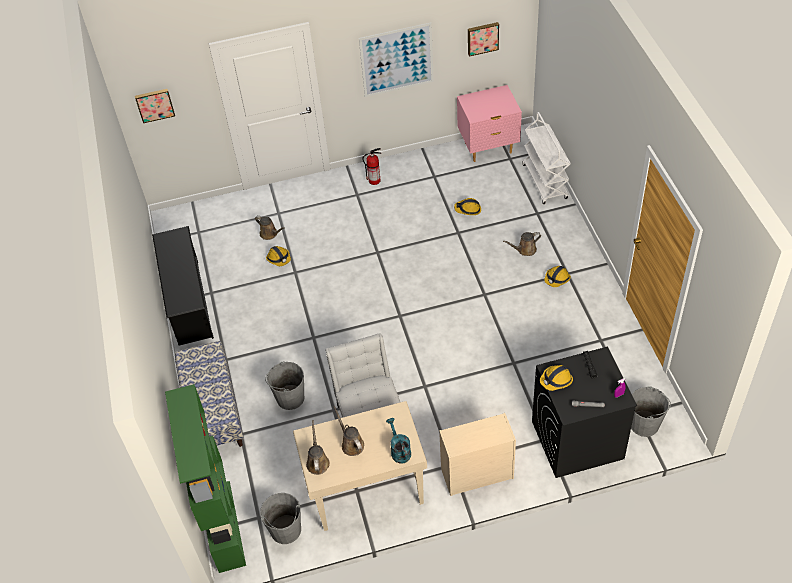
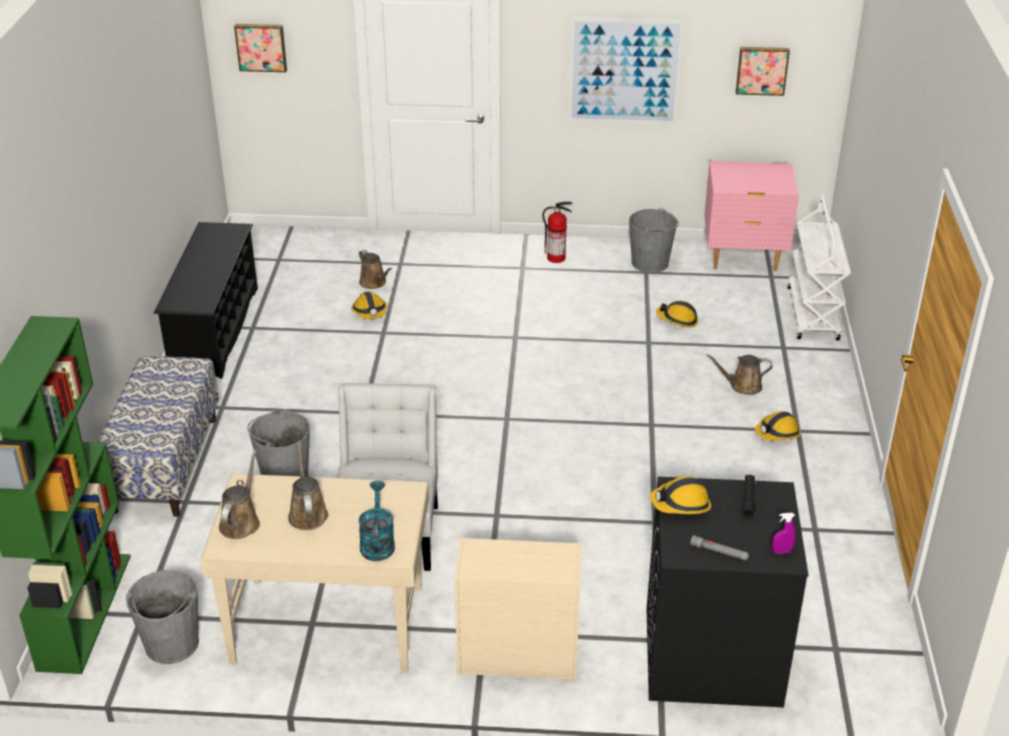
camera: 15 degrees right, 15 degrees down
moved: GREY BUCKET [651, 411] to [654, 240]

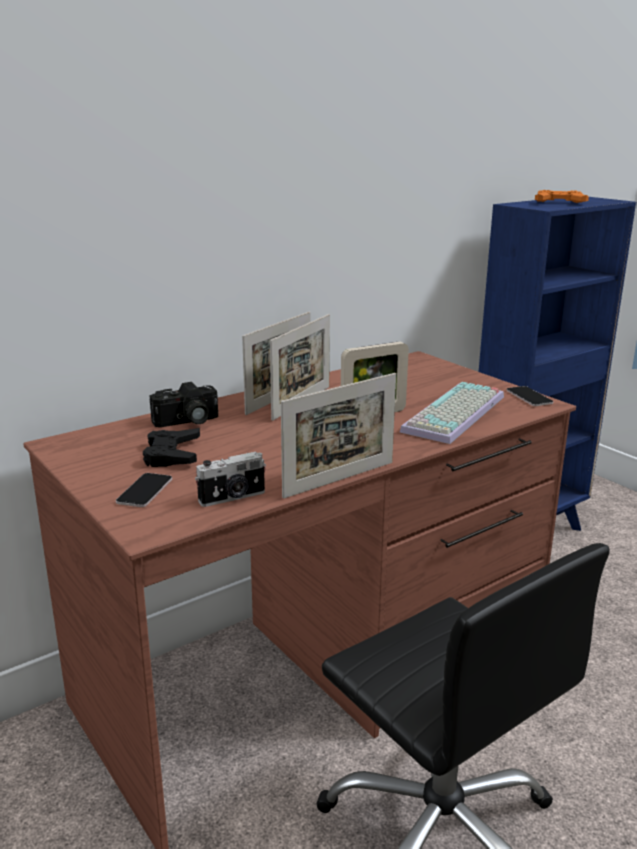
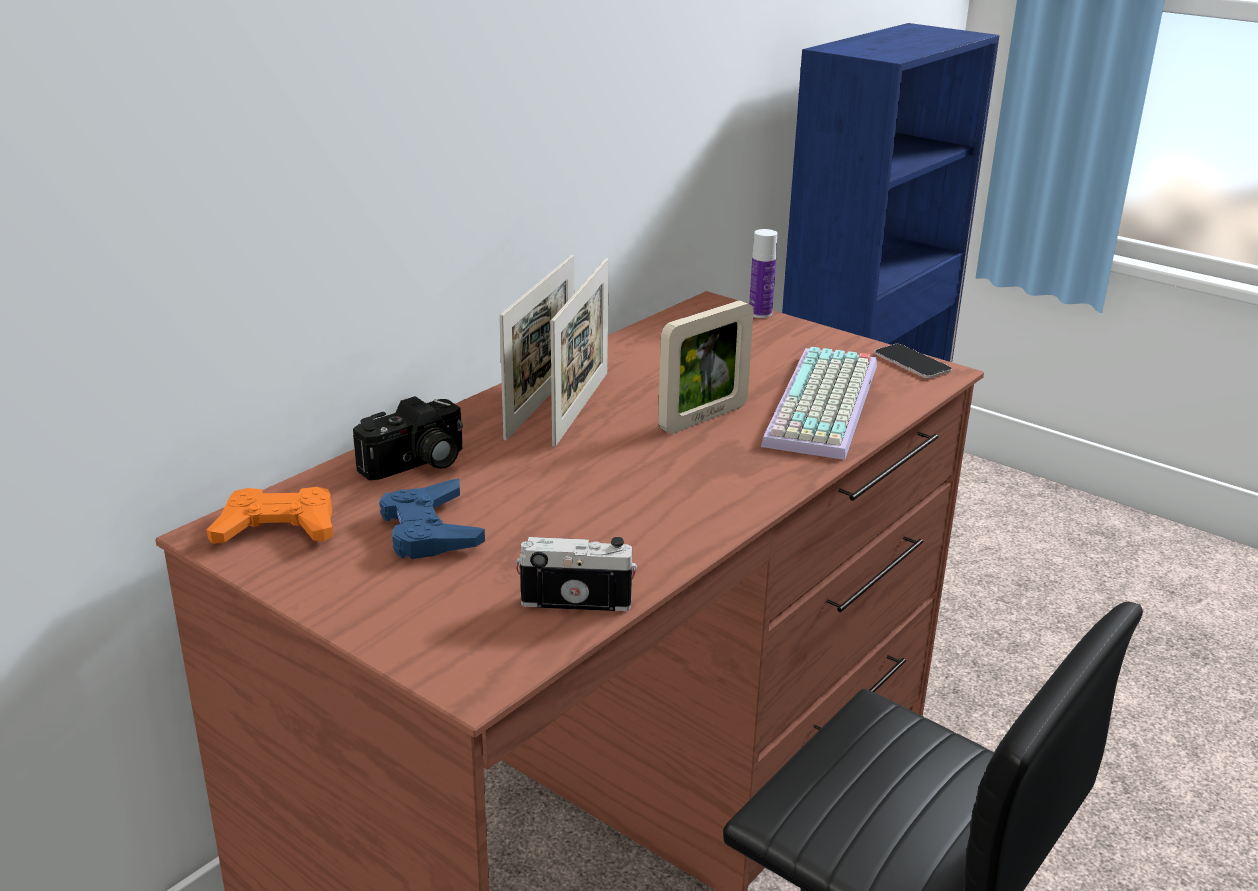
camera: 15 degrees left, 5 degrees up
removed: PICTURE FRAME [338, 436]; PHONE [144, 490]
added: BOTTLE [763, 273]
moved: ORANGE GAME CONTROLLER [562, 196] to [270, 515]
recoloured: BLACK GAME CONTROLLER [171, 447] to BLUE GAME CONTROLLER [432, 519]
turned: PHOTO CAMERA [230, 479] = [576, 574] 135 degrees counterclockwise

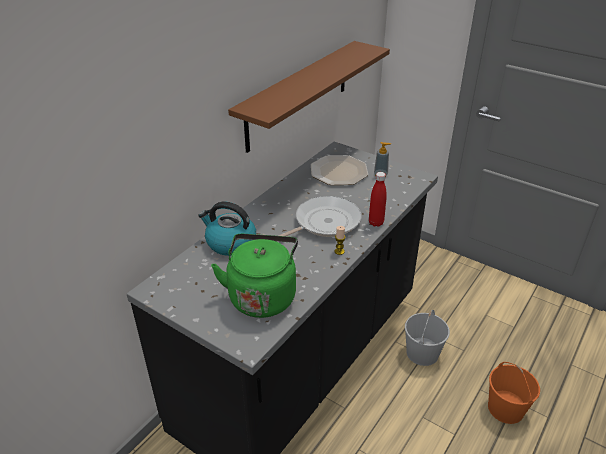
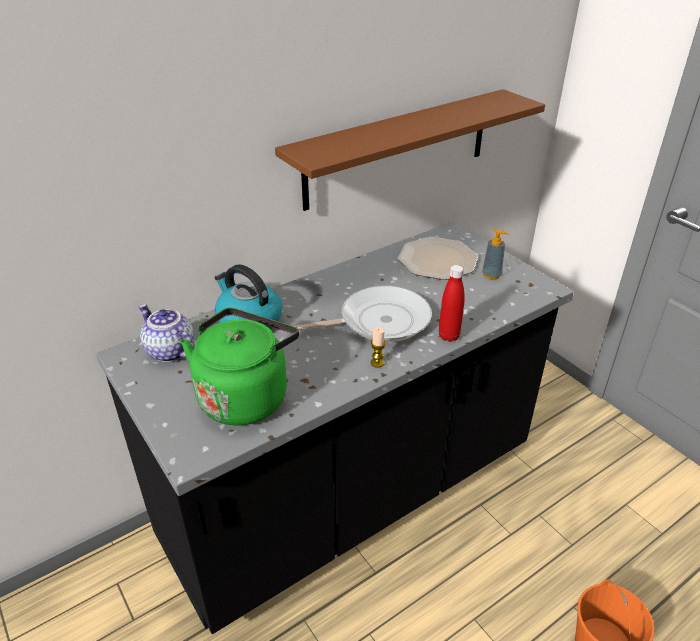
camera: 20 degrees right, 0 degrees up
removed: WHITE BUCKET [427, 338]
added: TEAPOT [166, 333]

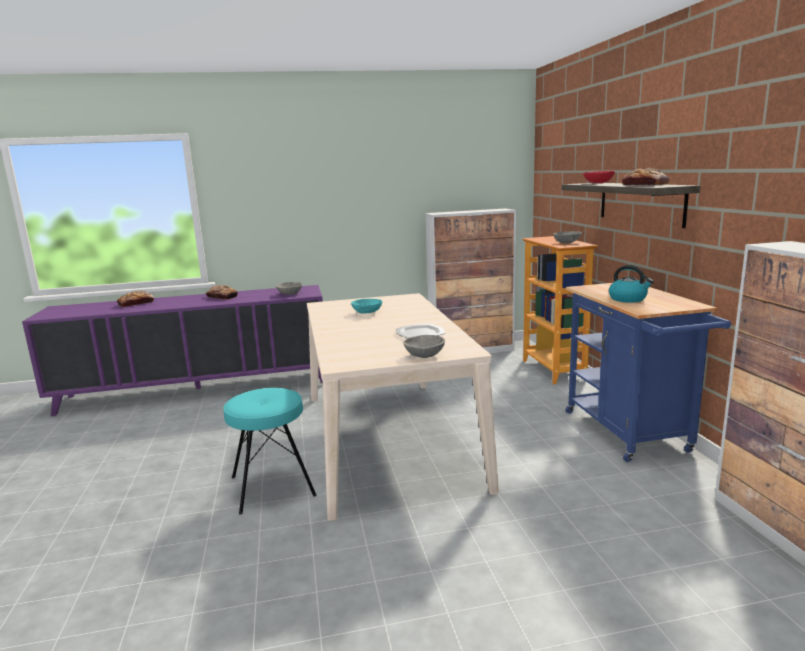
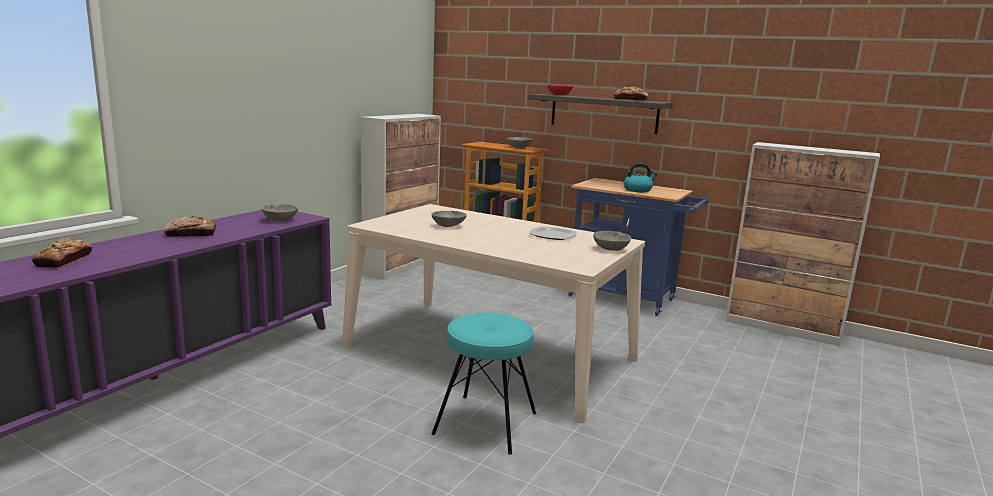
camera: 50 degrees left, 0 degrees up
recoloured: TURQUOISE BOWL [367, 306] to GREY BOWL [449, 219]

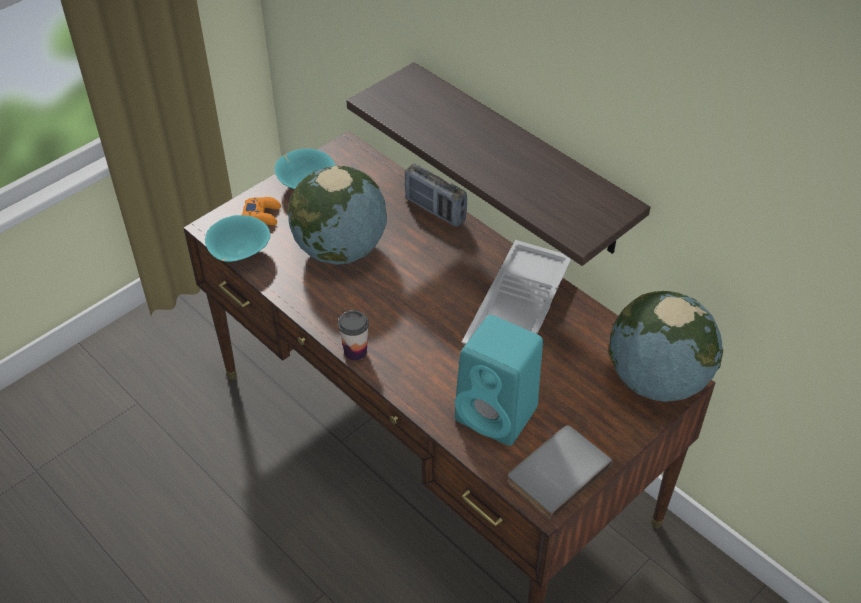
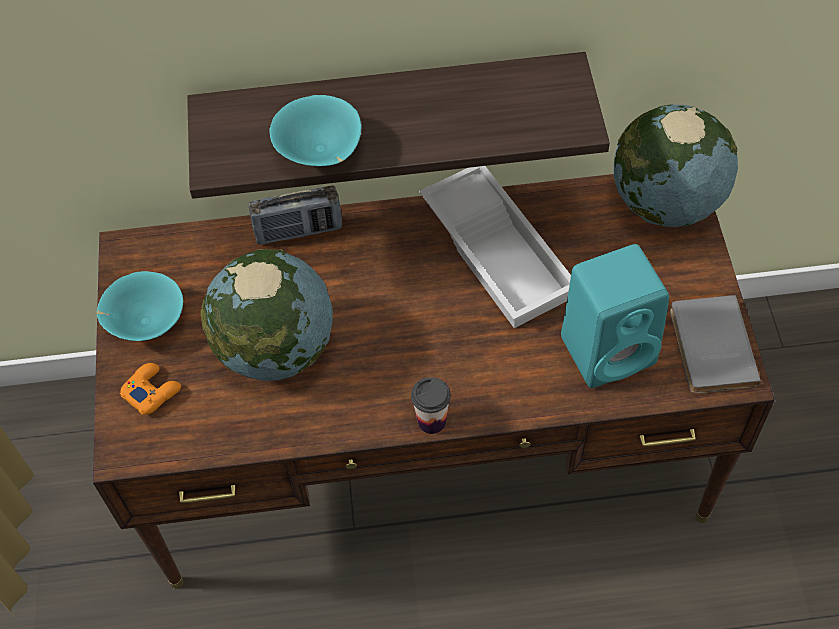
camera: 50 degrees left, 10 degrees up
moved: TURQUOISE BOWL [237, 238] to [315, 130]

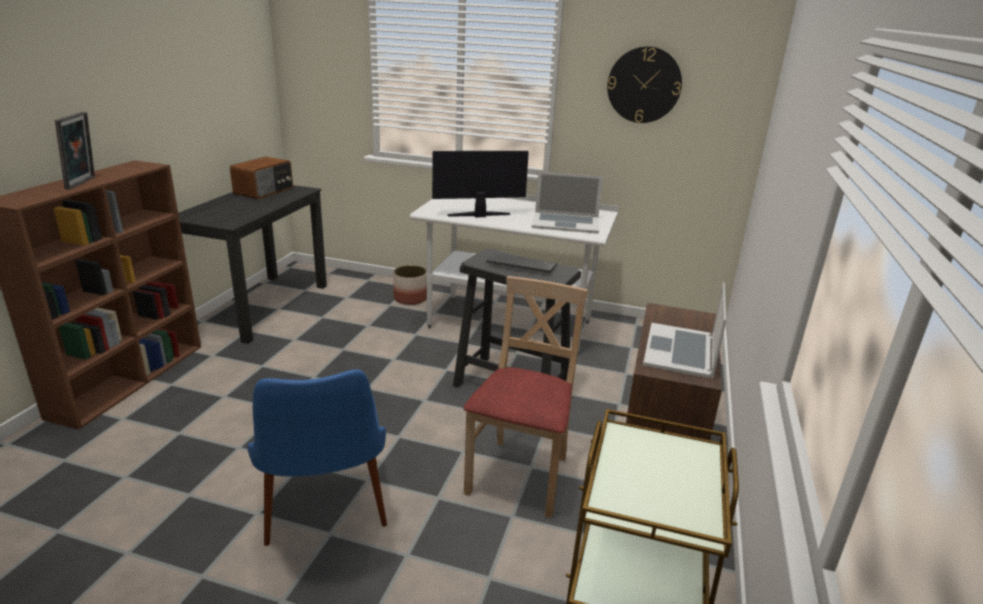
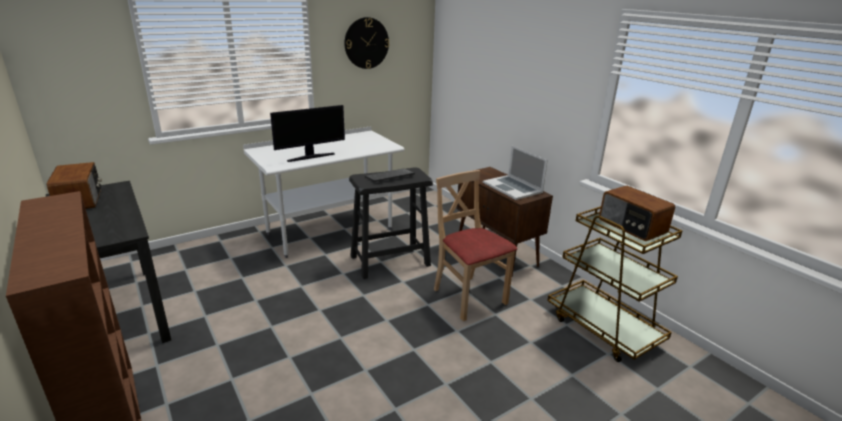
camera: 50 degrees left, 0 degrees up
removed: PICTURE FRAME [75, 151]; LAPTOP [567, 203]; PLANTER [410, 285]; BLUE CHAIR [317, 457]
added: RADIO [637, 213]
turned: MONITOR [480, 184] = [307, 133] 150 degrees counterclockwise

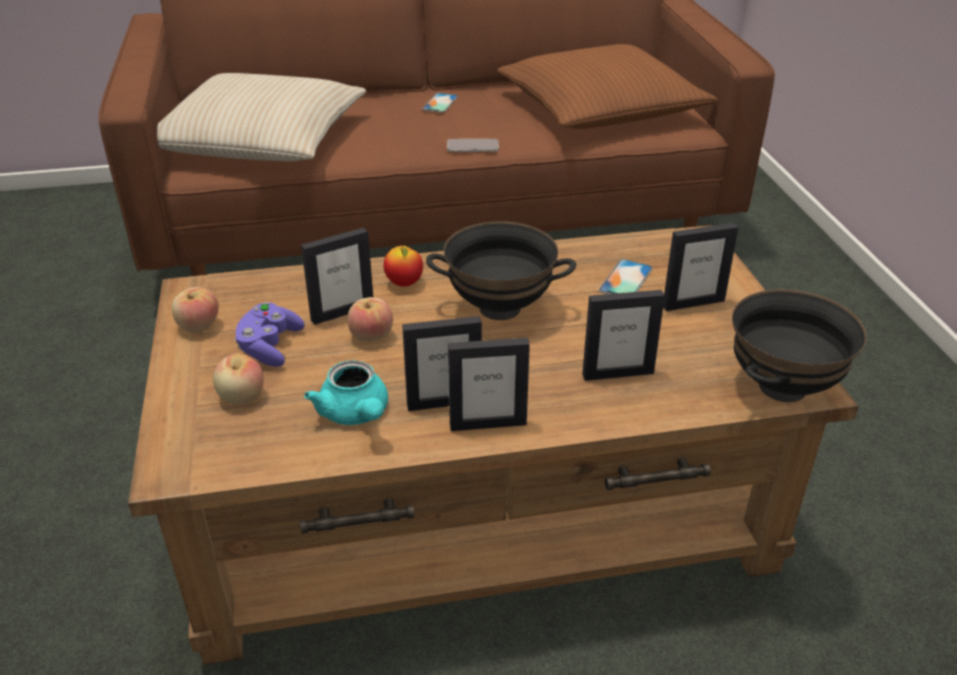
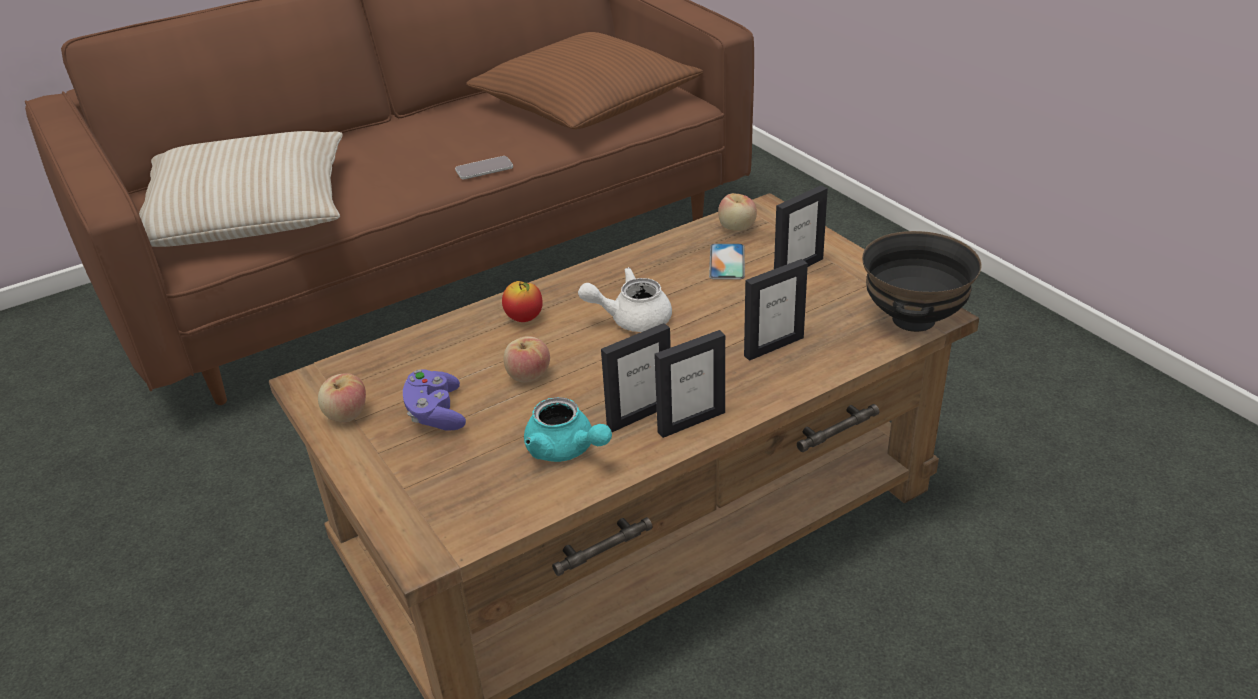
camera: 20 degrees left, 0 degrees up
removed: PHONE [440, 103]; PICTURE FRAME [337, 276]
moved: APPLE [238, 378] to [737, 212]
replaced: BLACK BOWL [501, 270] to WHITE TEAPOT [625, 299]

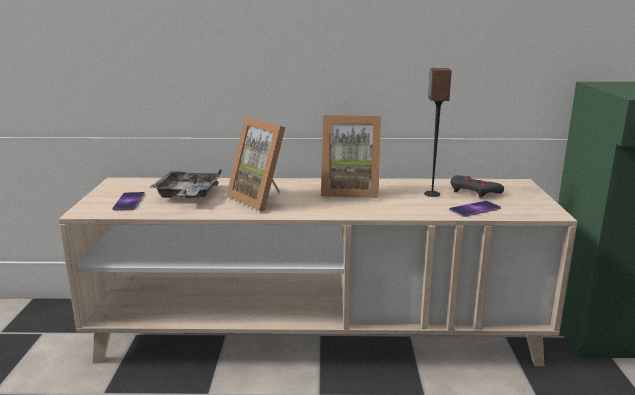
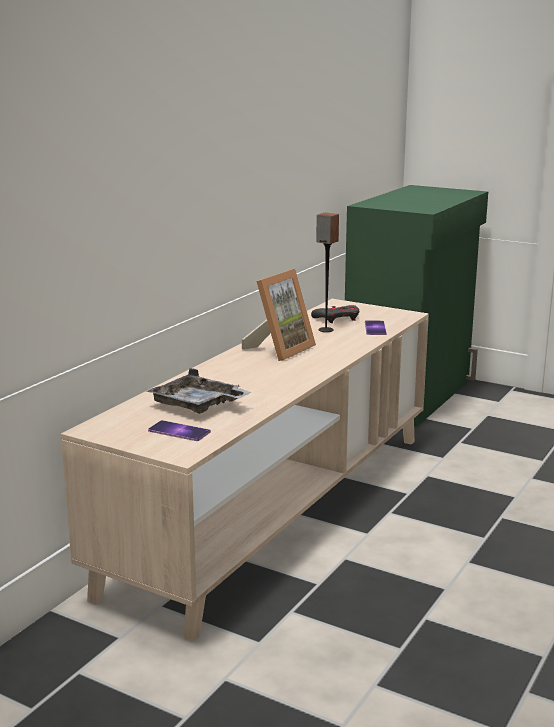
camera: 60 degrees left, 0 degrees up
removed: PICTURE FRAME [255, 164]

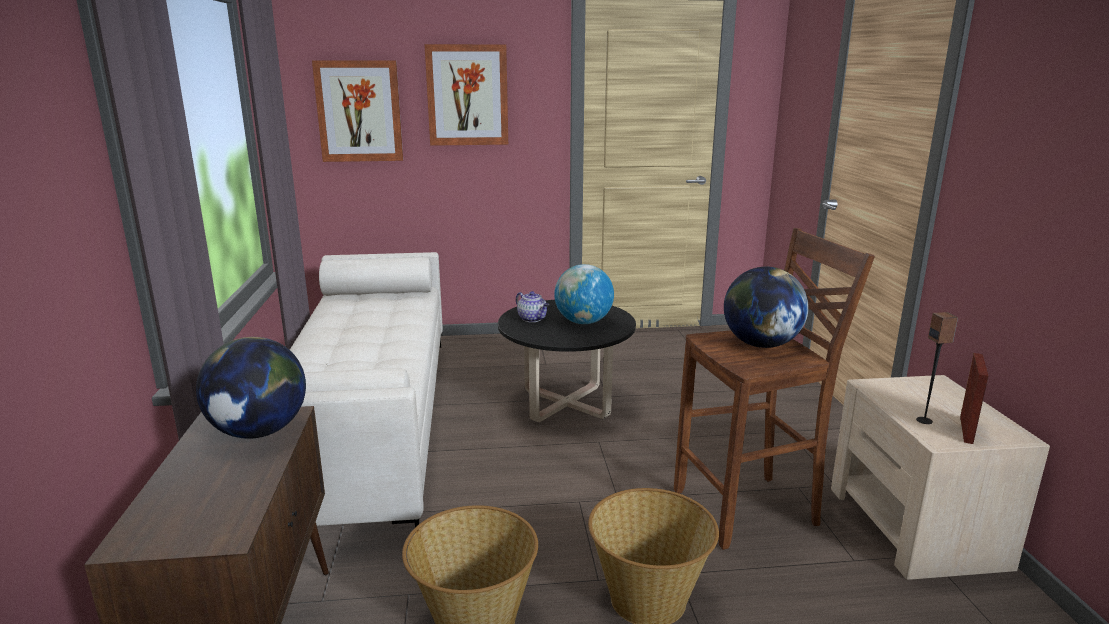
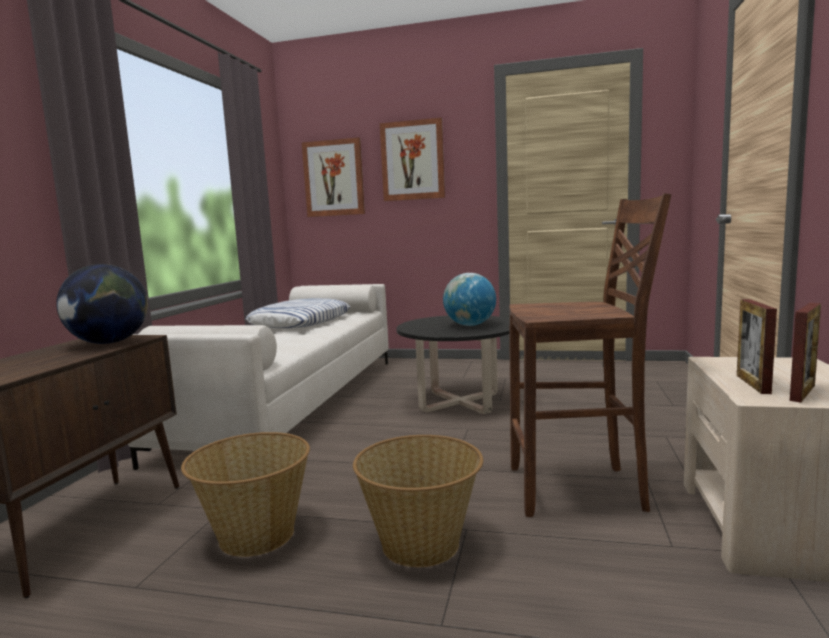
camera: 20 degrees right, 10 degrees down
removed: GLOBE [766, 307]; TEAPOT [532, 306]
added: PILLOW [297, 313]
replaced: SPEAKER [937, 368] to PICTURE FRAME [757, 346]

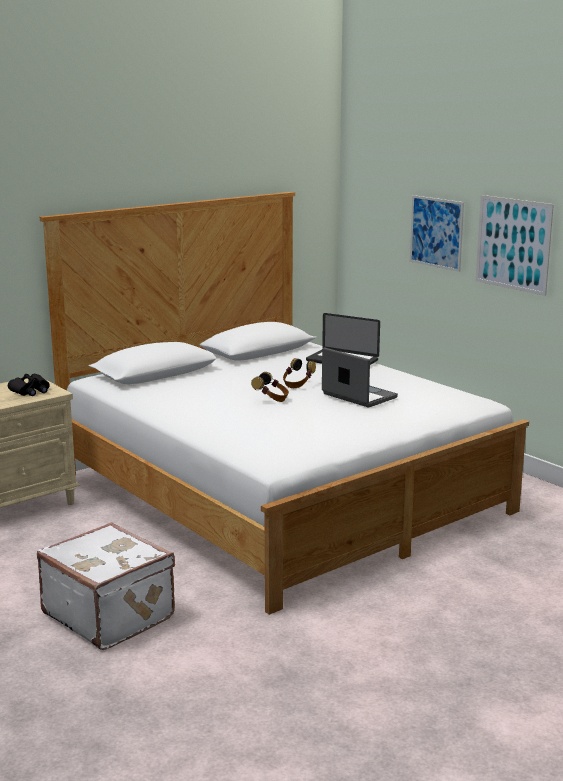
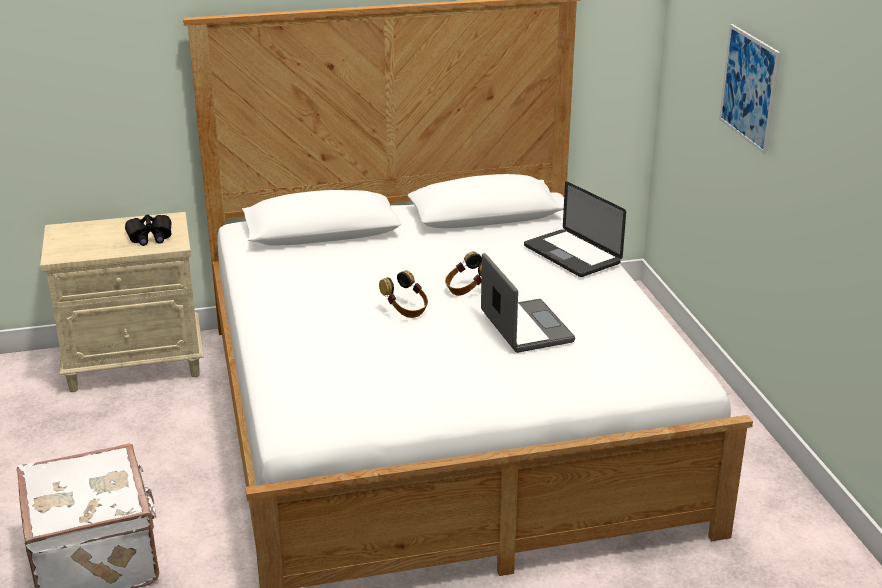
camera: 25 degrees right, 10 degrees up
removed: PICTURE [515, 245]

